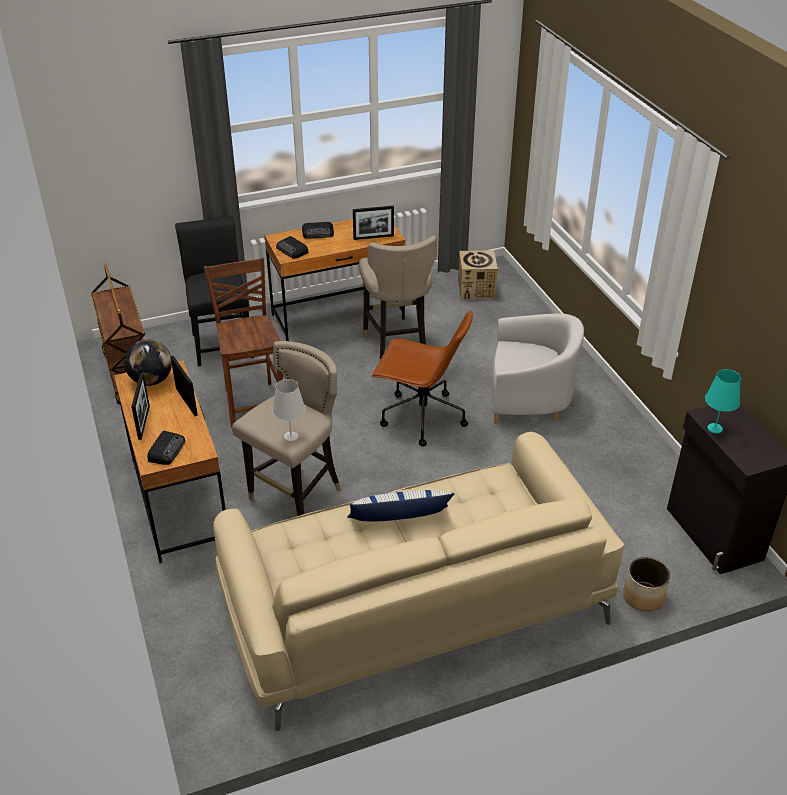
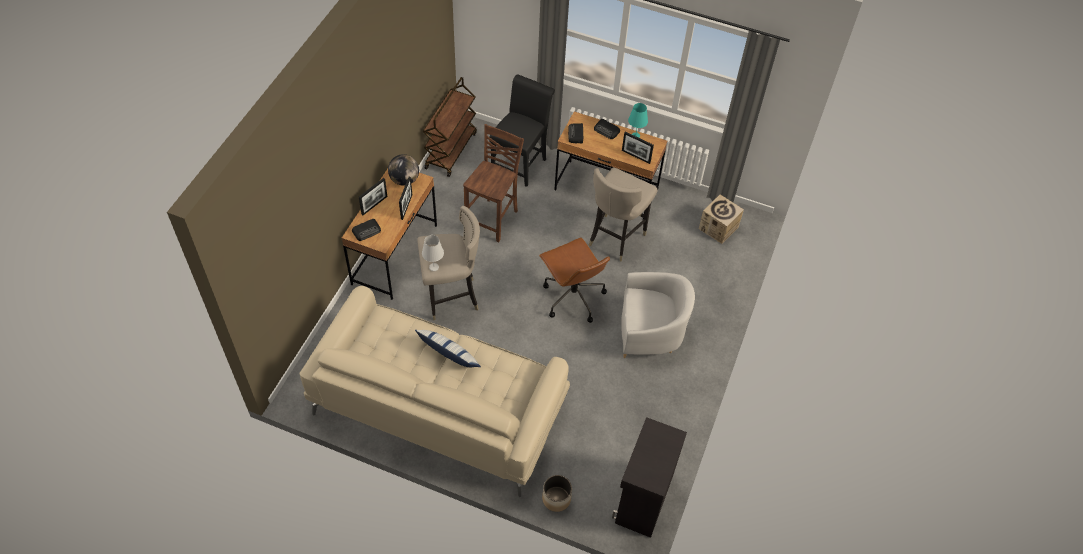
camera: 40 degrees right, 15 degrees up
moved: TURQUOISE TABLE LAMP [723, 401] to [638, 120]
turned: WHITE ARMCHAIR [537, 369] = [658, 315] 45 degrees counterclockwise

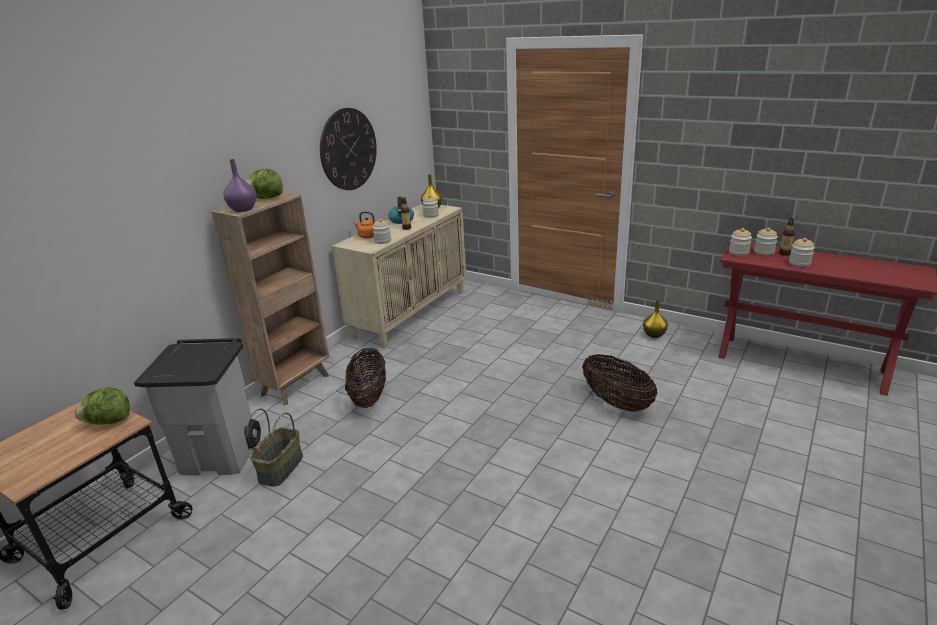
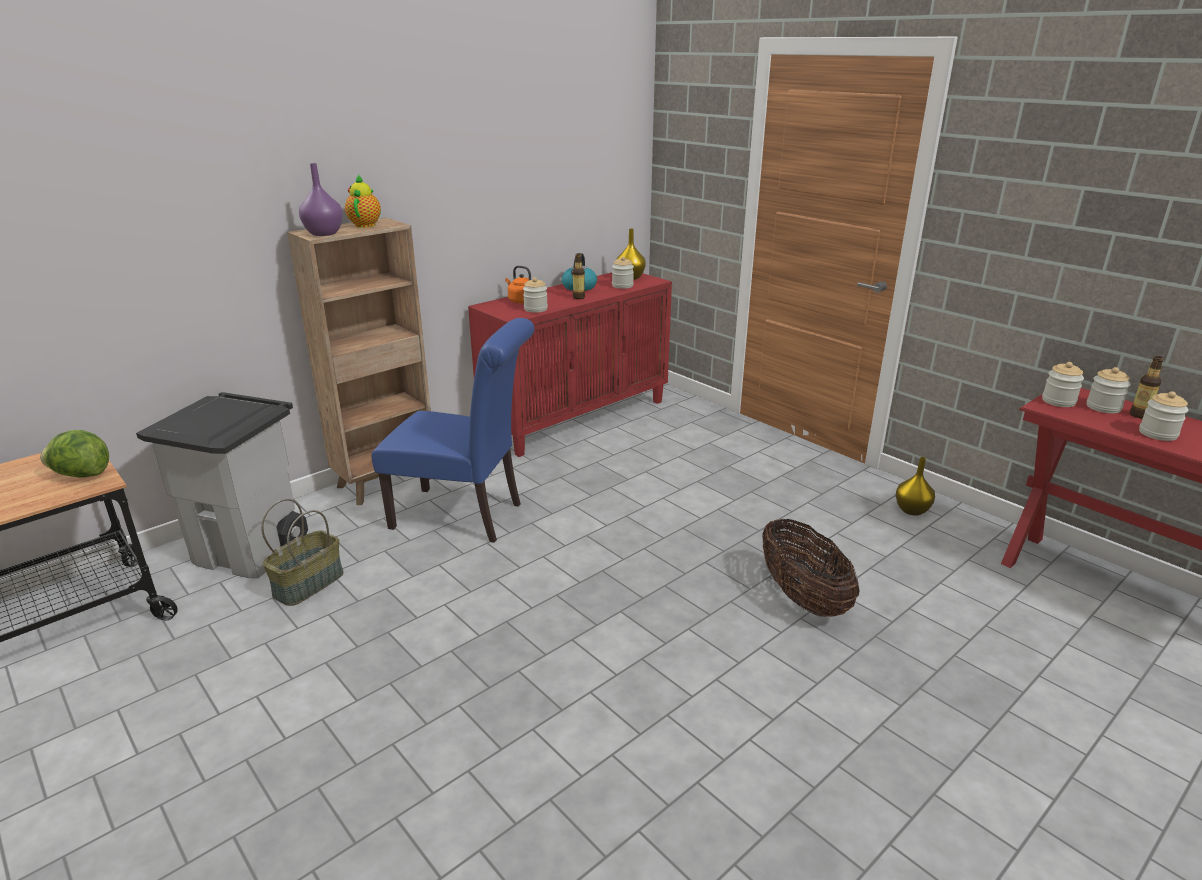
camera: 15 degrees right, 0 degrees up
removed: WALL CLOCK [348, 149]
replaced: LETTUCE [264, 183] to TEAPOT [363, 201]; BASKET [365, 378] to BLUE CHAIR [452, 430]
recoloured: BEIGE CABINET [399, 276] to RED CABINET [570, 365]

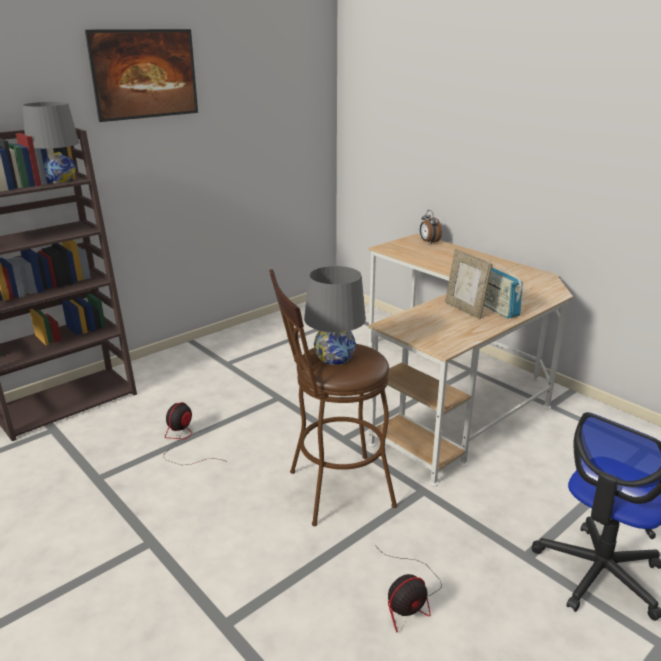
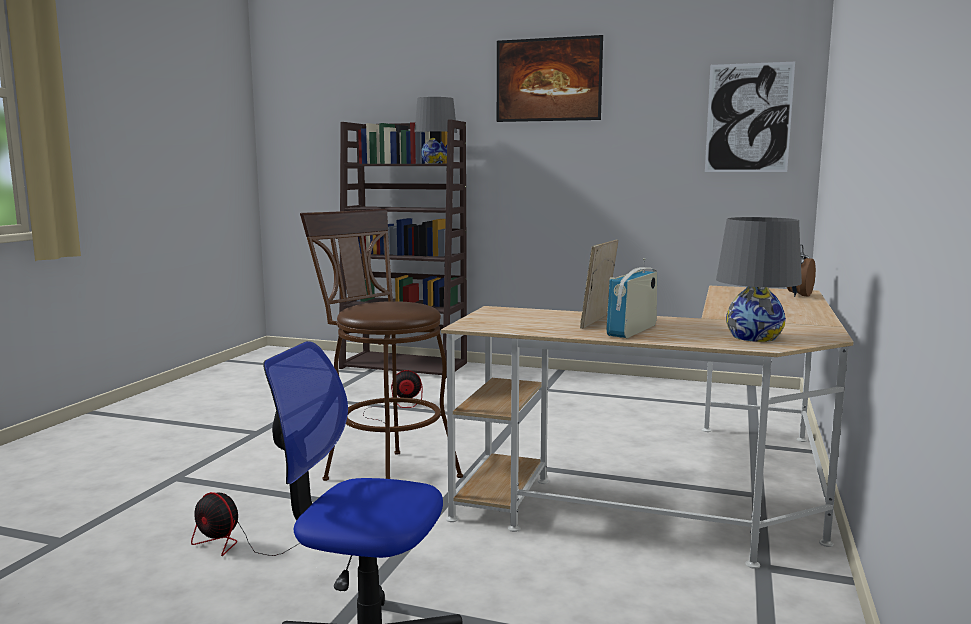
camera: 60 degrees right, 15 degrees down
added: PICTURE [750, 117]
moved: GREY TABLE LAMP [335, 315] to [759, 279]

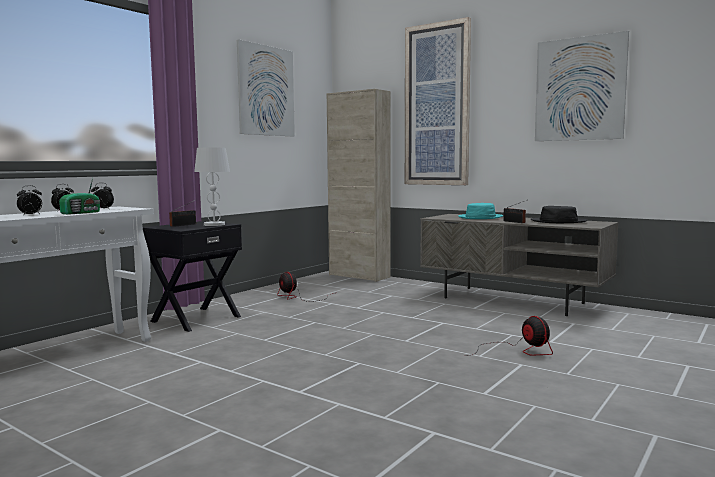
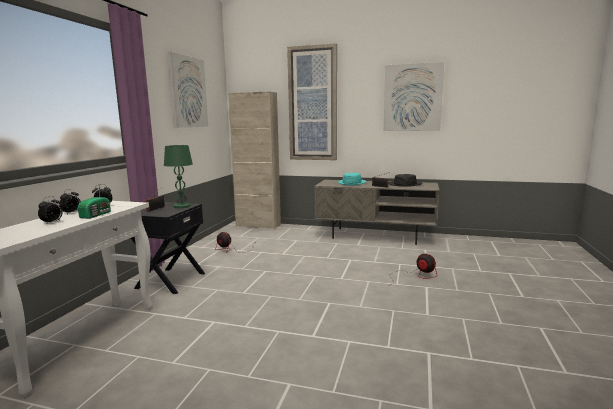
camera: 20 degrees left, 5 degrees up
recoloured: WHITE TABLE LAMP [212, 187] to GREEN TABLE LAMP [178, 176]

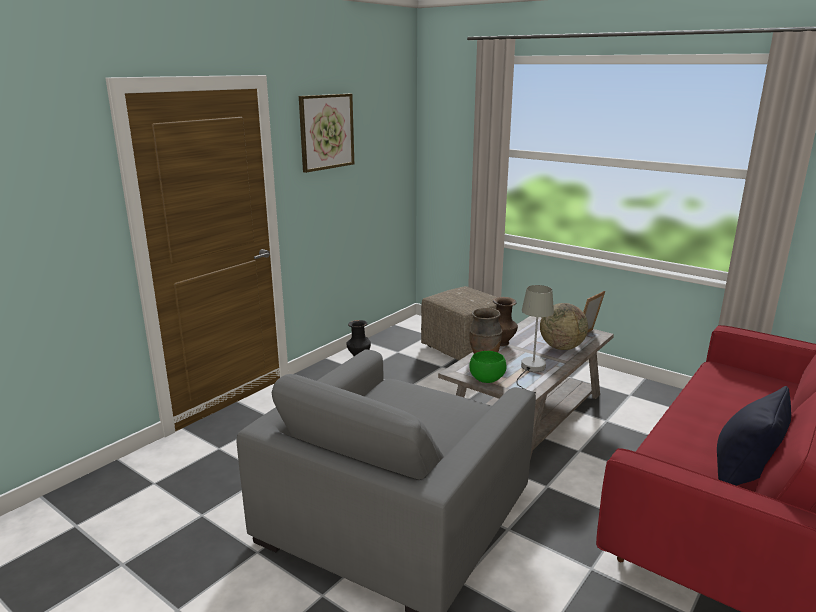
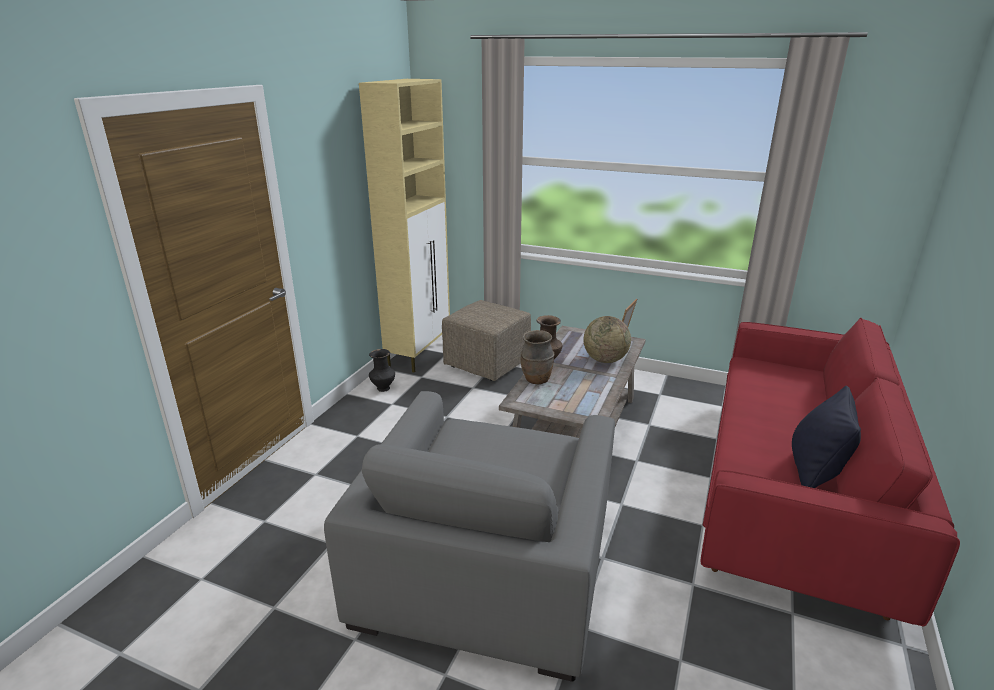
camera: 15 degrees left, 5 degrees up
removed: PICTURE [326, 133]; GREY TABLE LAMP [535, 339]; GREEN BOWL [487, 367]
added: BEIGE CABINET [404, 225]

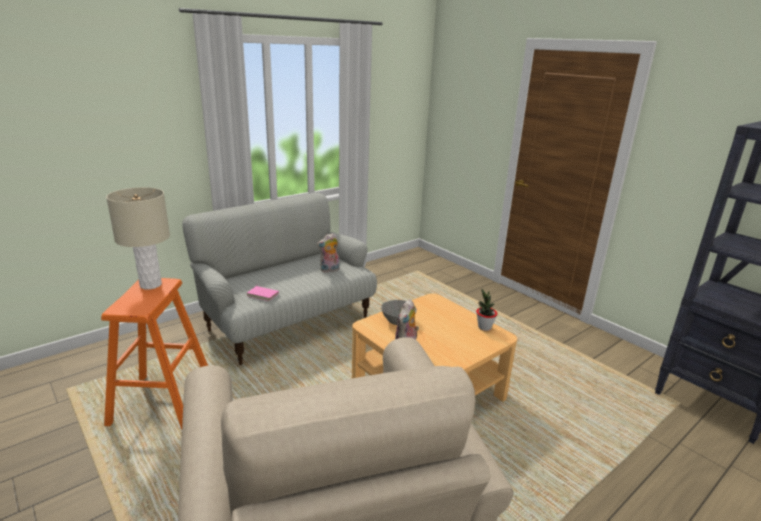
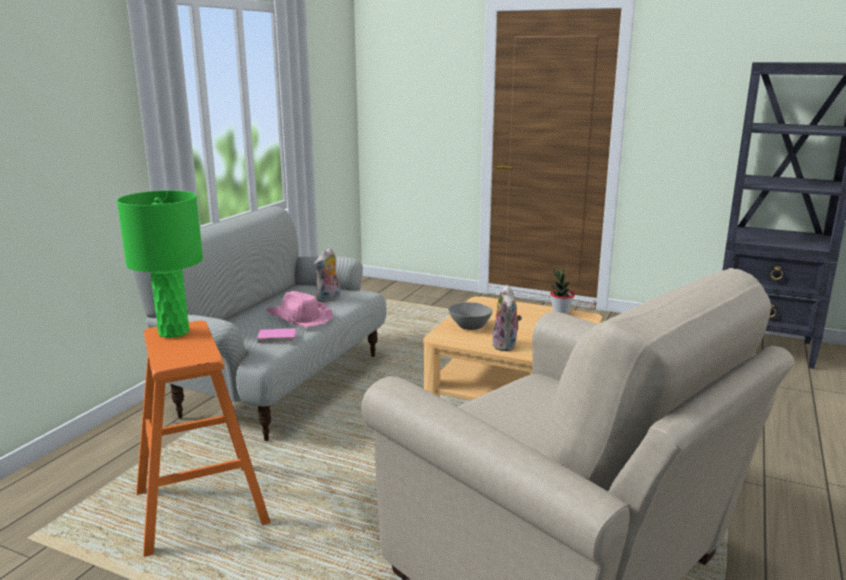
camera: 25 degrees left, 5 degrees down
added: PINK HAT [299, 309]
recoloured: BEIGE TABLE LAMP [138, 238] to GREEN TABLE LAMP [160, 264]

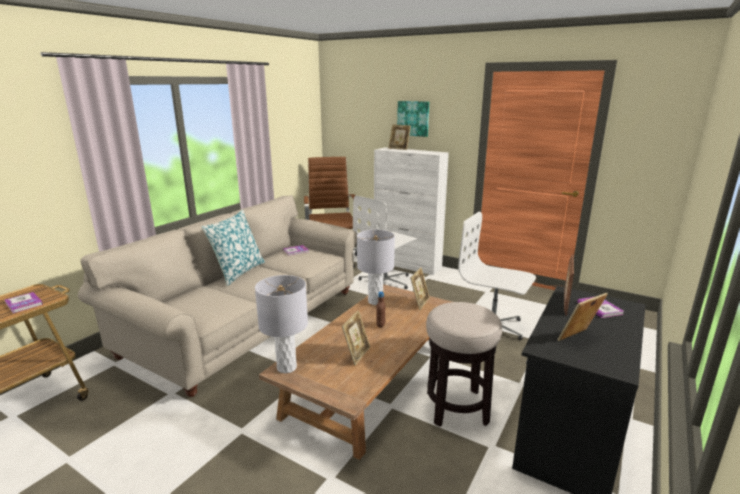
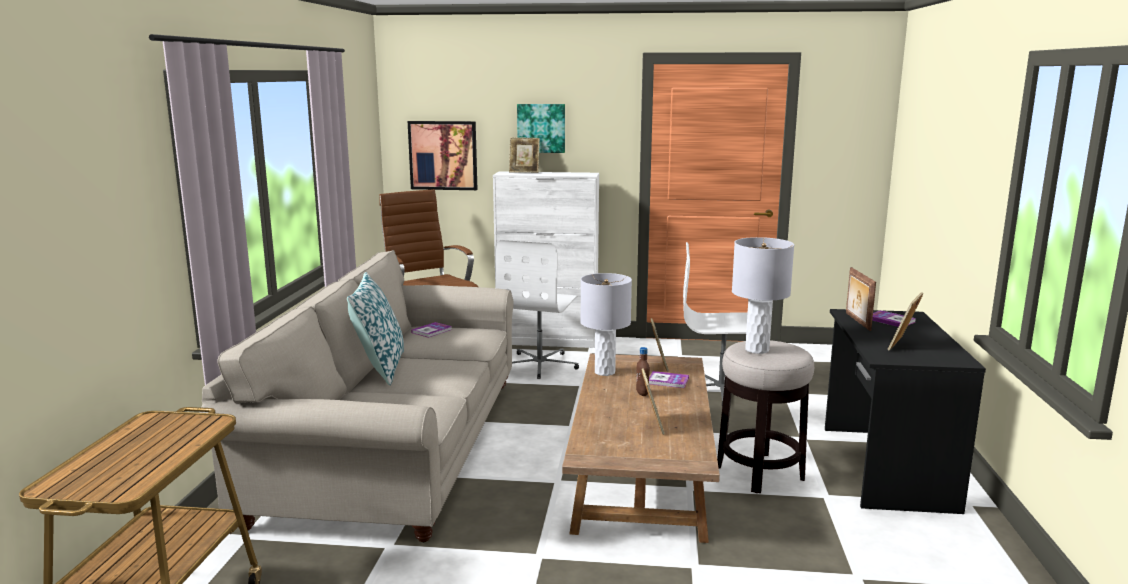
camera: 25 degrees left, 5 degrees down
added: PICTURE [442, 155]
moved: GREY TABLE LAMP [281, 324] to [763, 295]; BOOK [24, 302] to [669, 379]

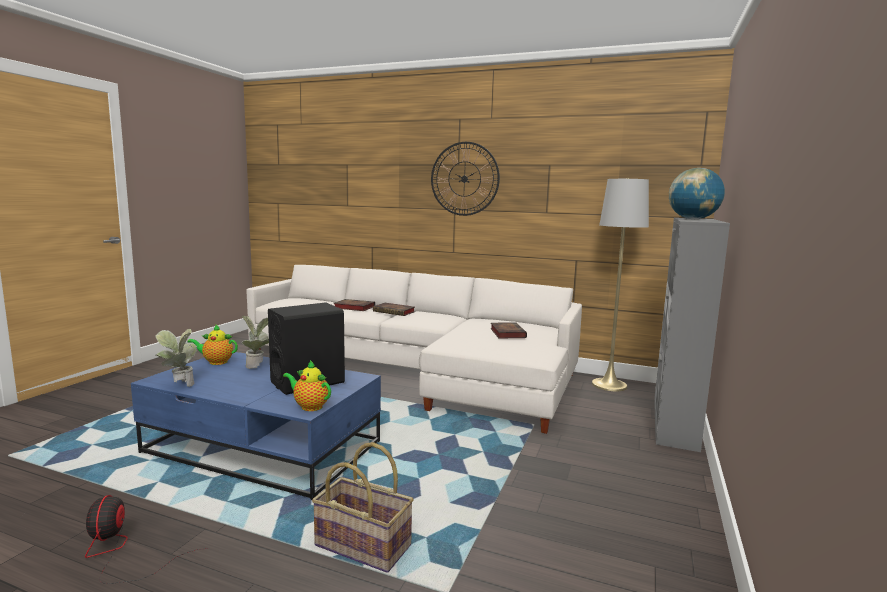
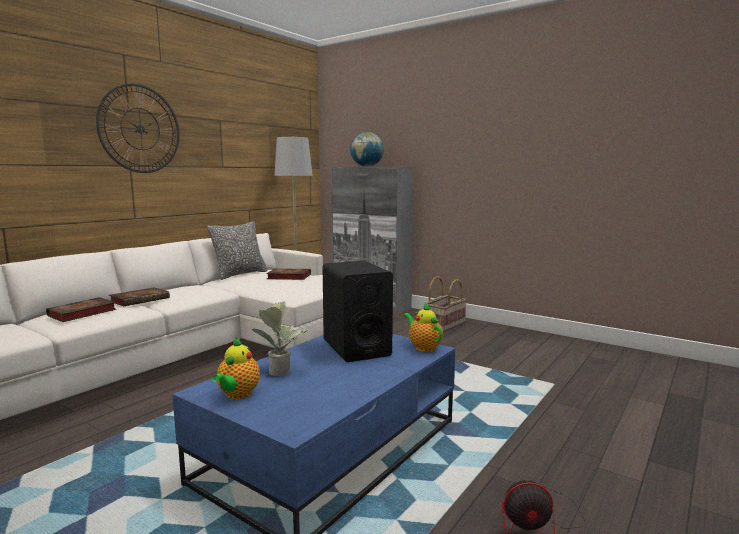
camera: 75 degrees left, 0 degrees up
removed: POTTED PLANT [176, 358]
added: PILLOW [237, 250]
moved: BASKET [363, 507] to [445, 304]
turned: TEAPOT [307, 385] = [423, 327] 105 degrees clockwise

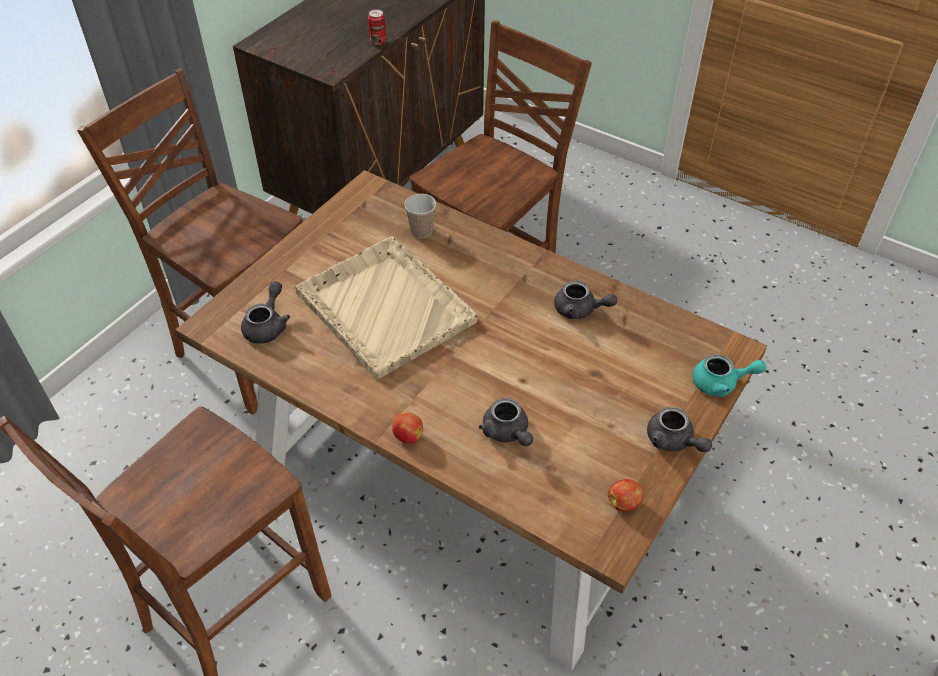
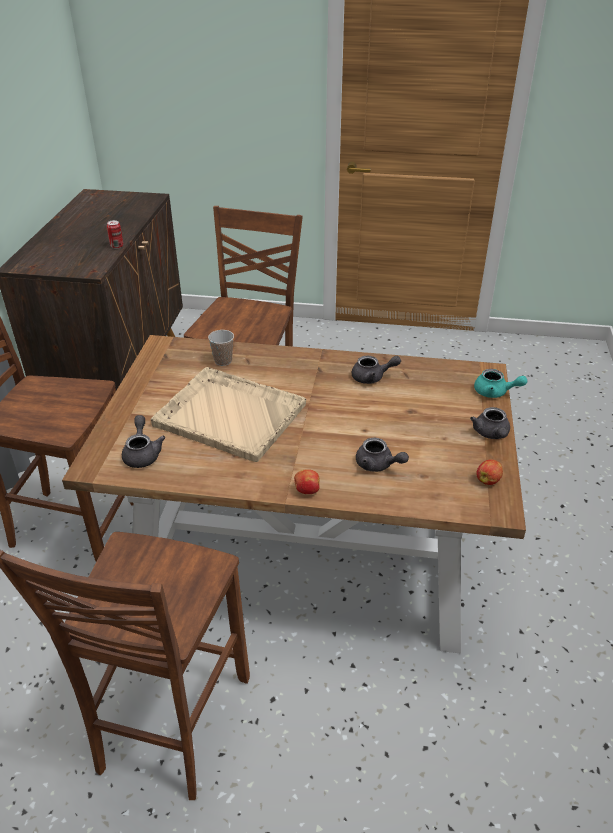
camera: 25 degrees left, 10 degrees down
turned: TURQUOISE TEAPOT [729, 375] = [500, 383] 45 degrees clockwise; GREY TEAPOT [679, 429] = [490, 423] 60 degrees clockwise

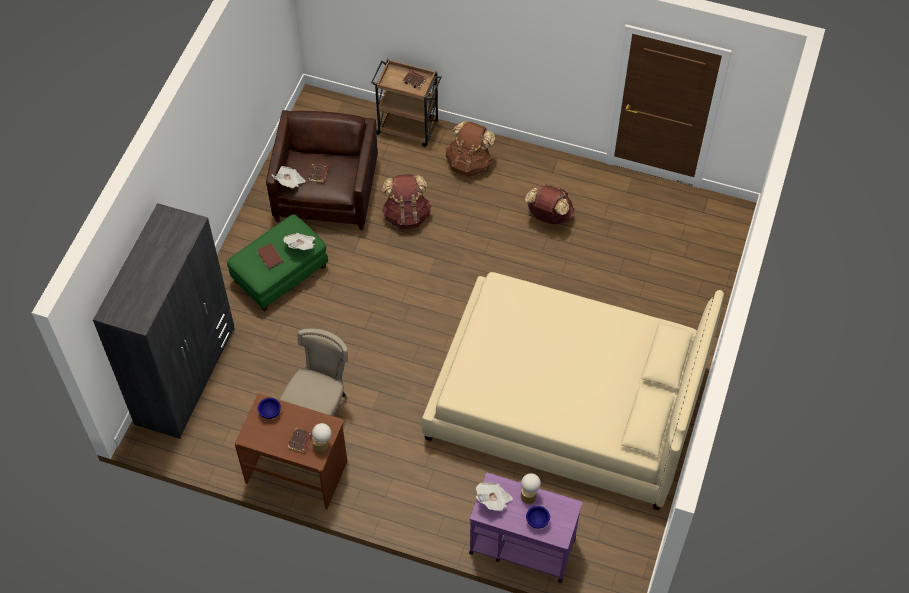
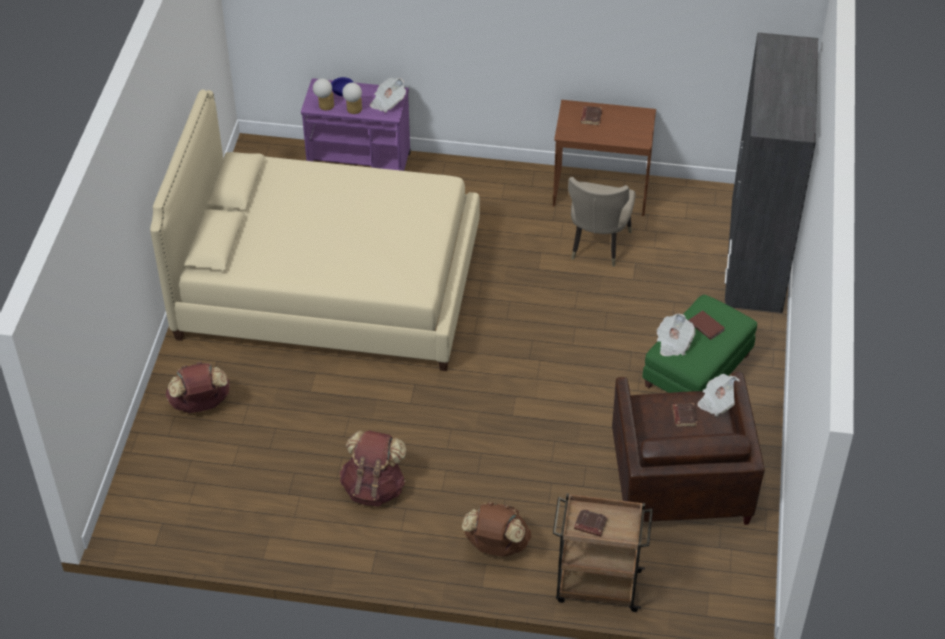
camera: 170 degrees right, 10 degrees down
removed: BLUE BOWL [269, 408]
moved: BROWN BACKPACK [406, 201] to [198, 387]; TABLE LAMP [321, 438] to [323, 94]

